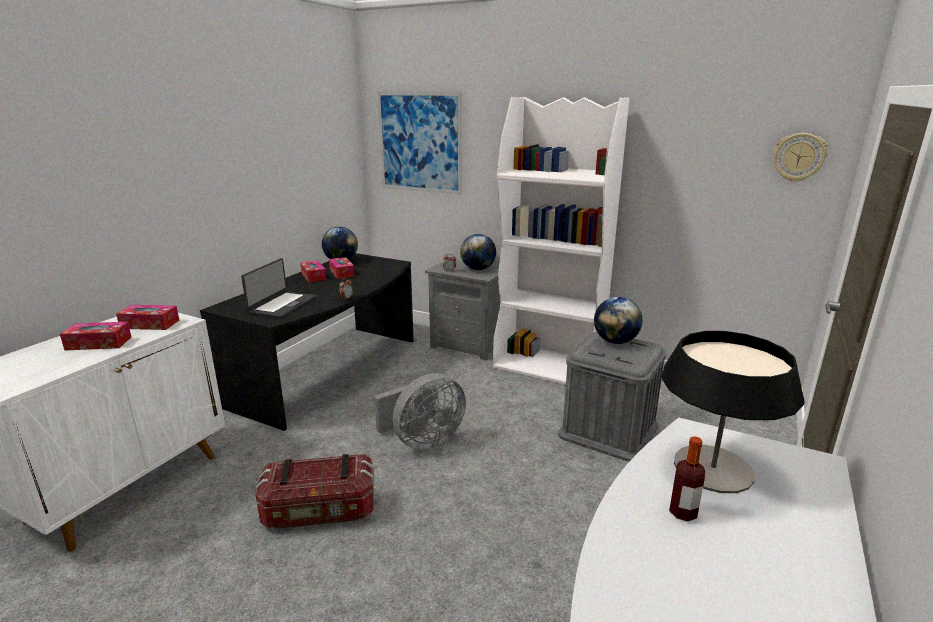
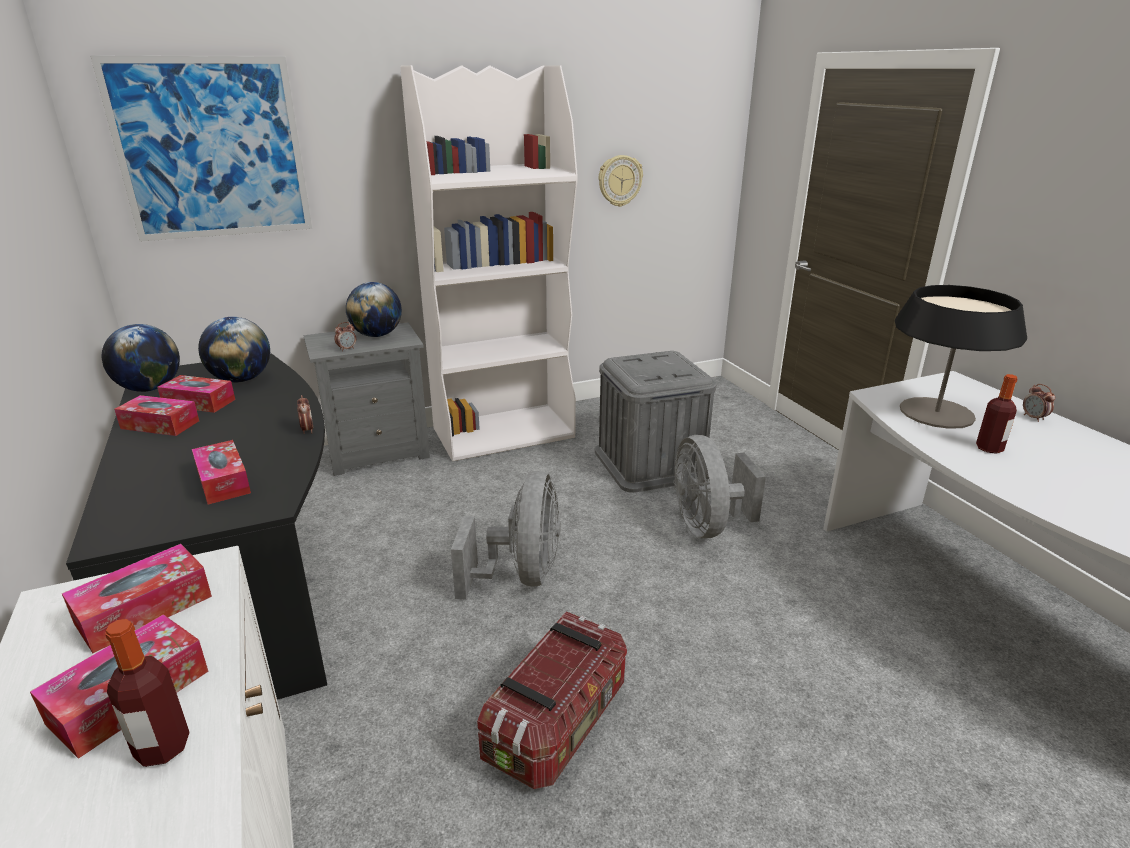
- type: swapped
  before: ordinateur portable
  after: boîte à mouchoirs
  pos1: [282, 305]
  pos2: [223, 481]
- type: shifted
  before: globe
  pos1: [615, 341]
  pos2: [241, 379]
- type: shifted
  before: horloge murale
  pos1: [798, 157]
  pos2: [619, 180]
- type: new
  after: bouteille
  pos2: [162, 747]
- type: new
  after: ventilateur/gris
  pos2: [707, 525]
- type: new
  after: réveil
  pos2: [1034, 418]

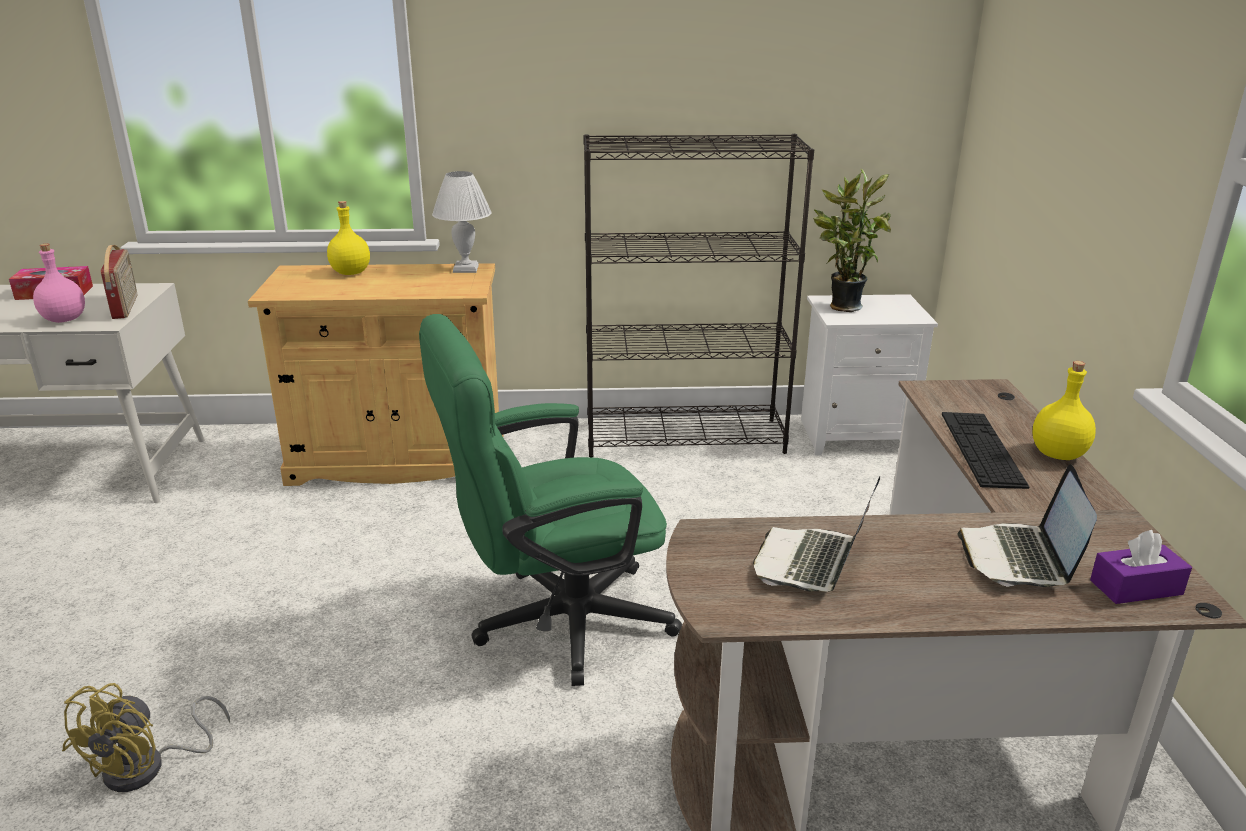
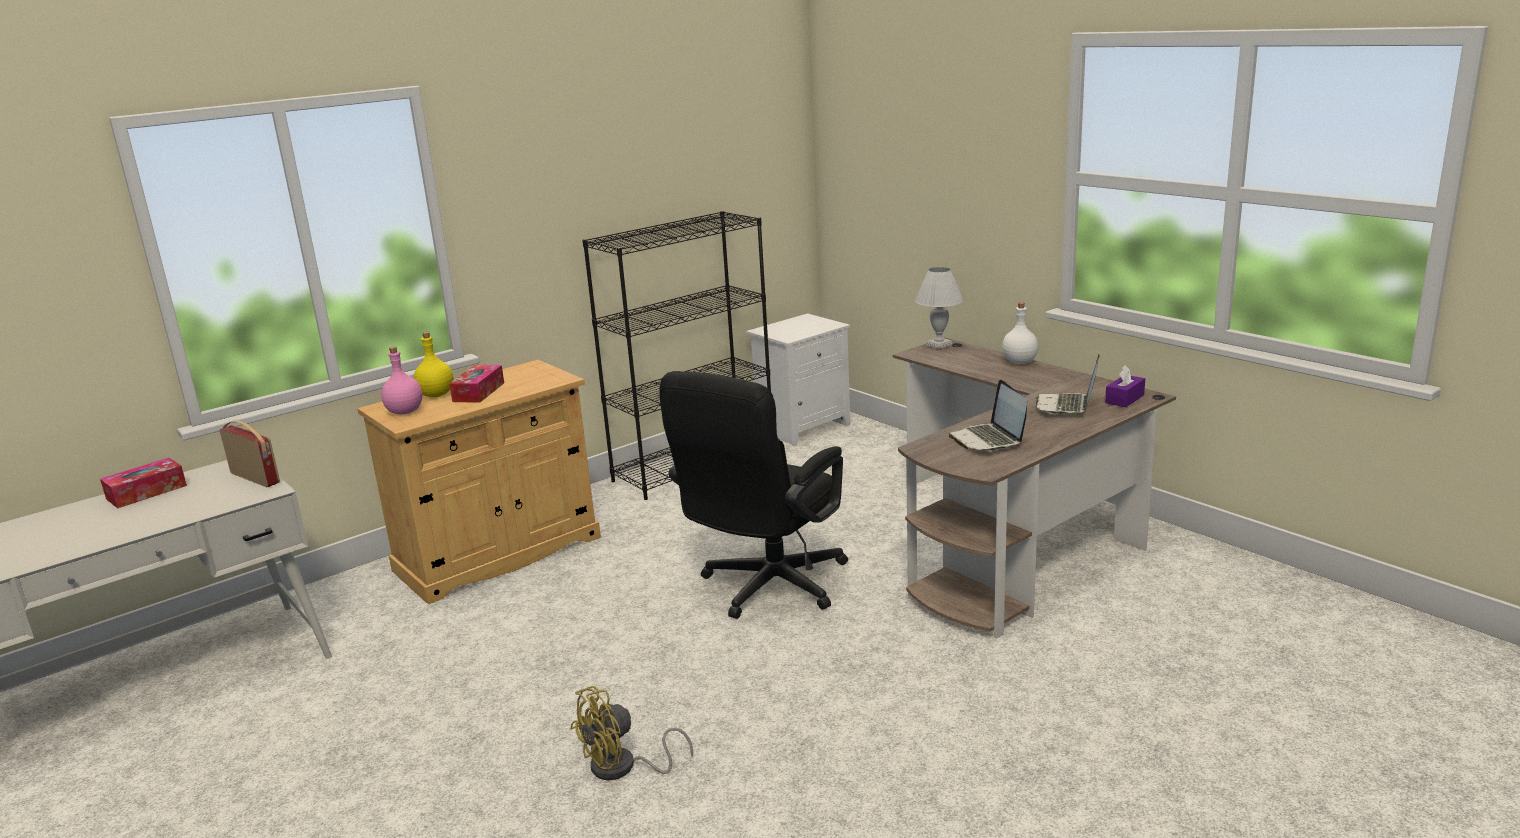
- type: shifted
  before: bouteille/rose
  pos1: [64, 319]
  pos2: [404, 412]
- type: rotated
  before: ventilateur/jaune
  pos1: [148, 768]
  pos2: [623, 768]
  turn: 75
- type: repainted
  before: chaise de bureau/vert
  after: chaise de bureau/noir
  pos1: [555, 624]
  pos2: [766, 589]
- type: shifted
  before: lampe de table/blanc
  pos1: [466, 269]
  pos2: [939, 344]
- type: gone
  before: plante en pot
  pos1: [841, 306]
- type: gone
  before: clavier
  pos1: [982, 449]
- type: rotated
  before: ordinateur portable
  pos1: [1019, 558]
  pos2: [1067, 406]
  turn: 45
- type: repainted
  before: bouteille/jaune
  after: bouteille/blanc
  pos1: [1058, 454]
  pos2: [1019, 362]
- type: new
  after: boîte à mouchoirs
  pos2: [478, 392]

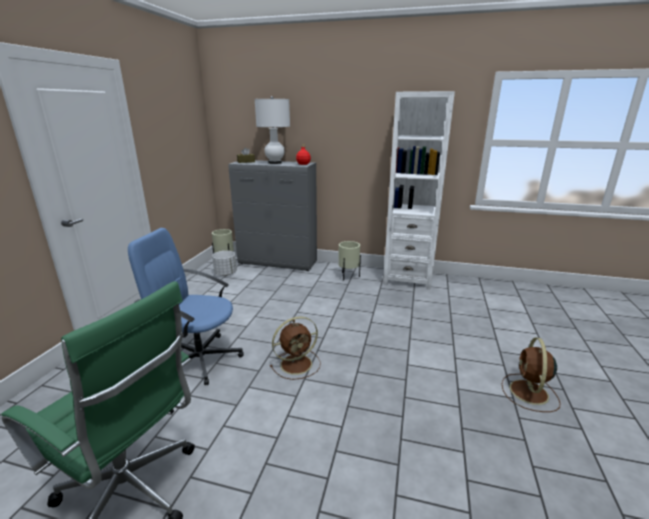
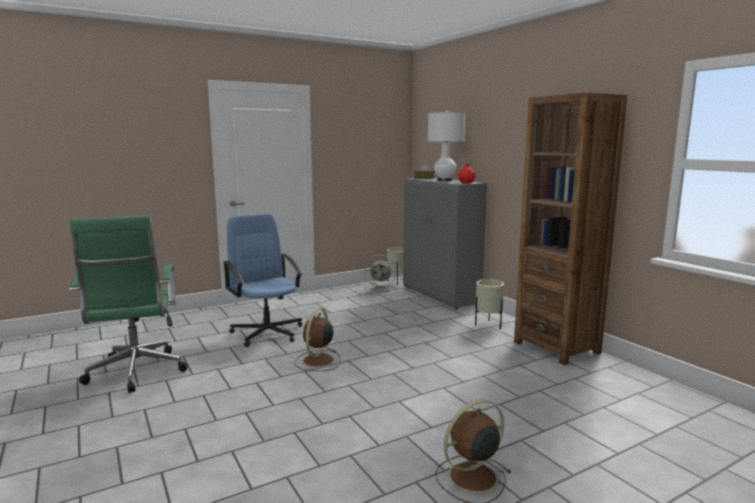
- type: swapped
  before: cache-pot/blanc
  after: ventilateur/gris
  pos1: [225, 273]
  pos2: [381, 290]
- type: rotated
  before: ventilateur/marron
  pos1: [297, 363]
  pos2: [317, 361]
  turn: 90
- type: repainted
  before: bibliothèque/blanc
  after: bibliothèque/marron
  pos1: [407, 278]
  pos2: [556, 347]

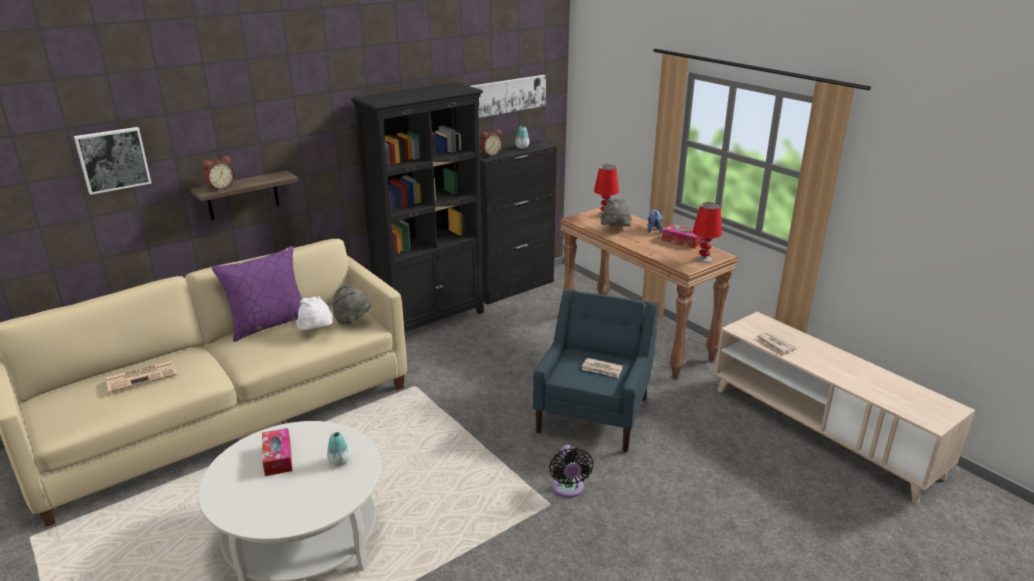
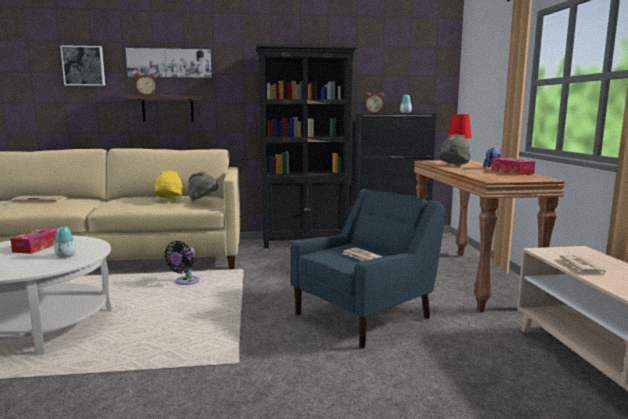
- type: gone
  before: coussin/violet
  pos1: [269, 324]
- type: repainted
  before: chapeau/blanc
  after: chapeau/jaune
  pos1: [317, 332]
  pos2: [169, 200]
- type: shifted
  before: tableau
  pos1: [507, 96]
  pos2: [169, 63]
- type: shifted
  before: ventilateur/noir
  pos1: [568, 489]
  pos2: [185, 282]
- type: gone
  before: lampe de table/rouge
  pos1: [704, 259]

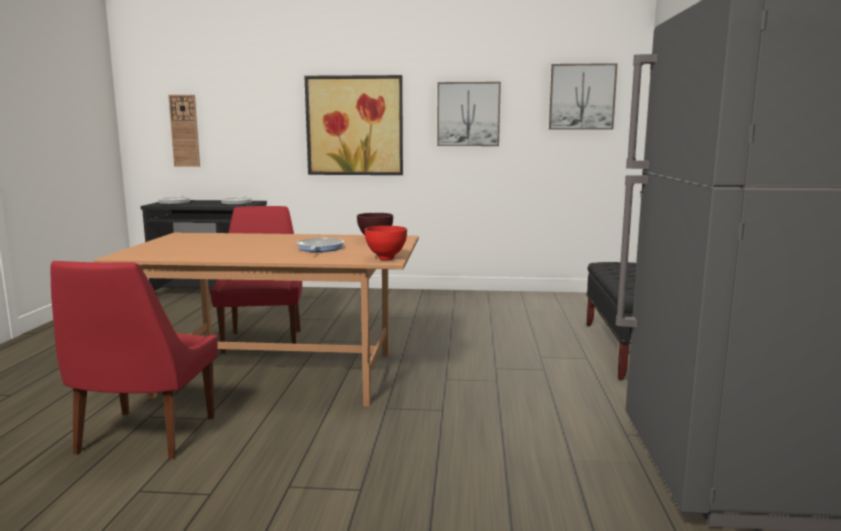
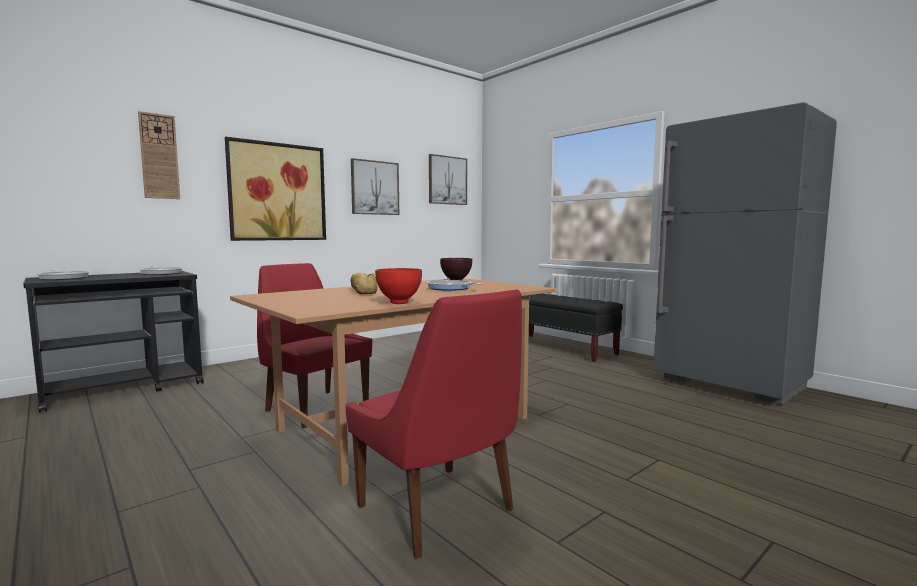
- type: shifted
  before: horloge murale
  pos1: [184, 131]
  pos2: [159, 156]
- type: shifted
  before: bol/rouge
  pos1: [387, 259]
  pos2: [399, 303]
- type: new
  after: pain
  pos2: [364, 291]

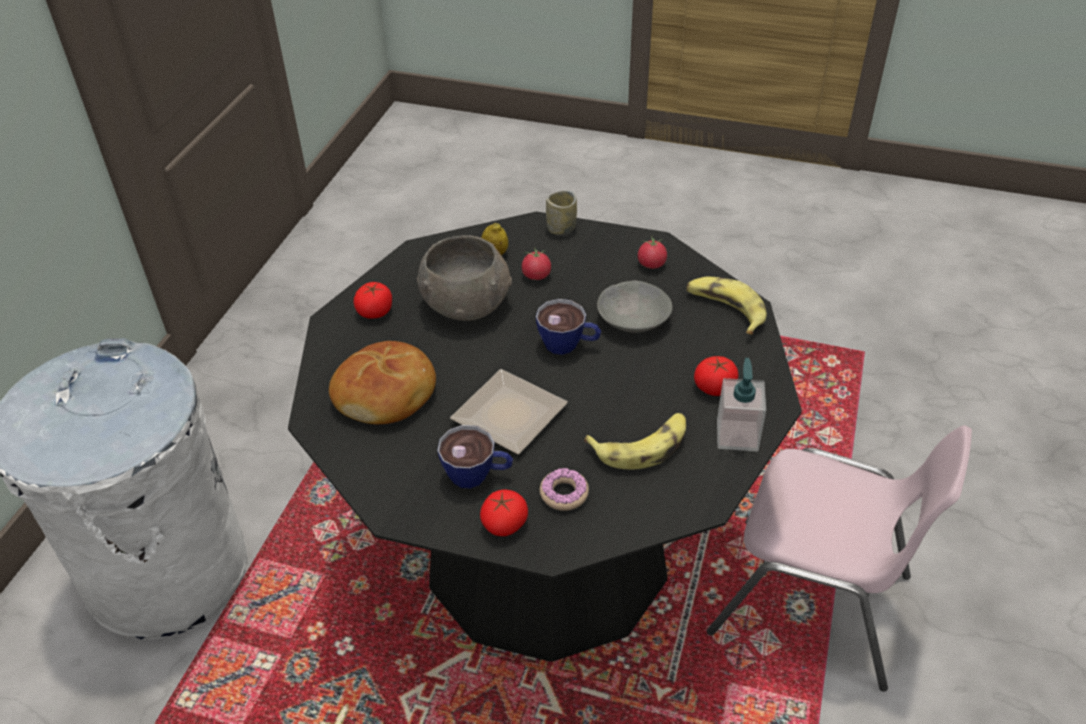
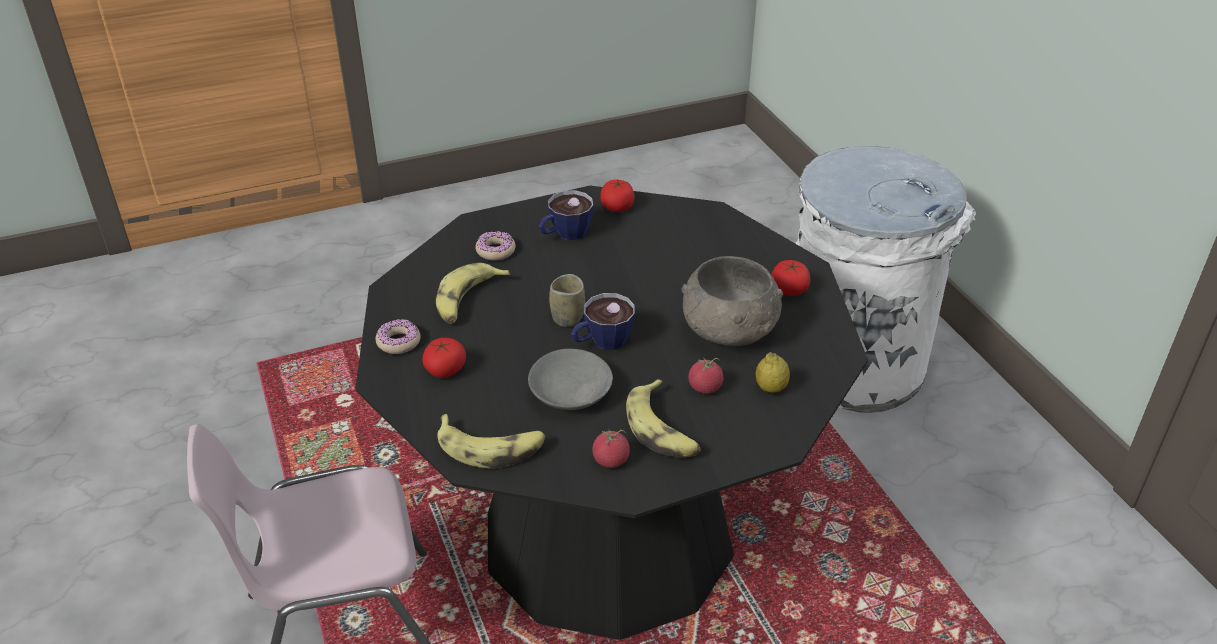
- type: gone
  before: pain
  pos1: [387, 394]
- type: gone
  before: assiette
  pos1: [510, 418]
- type: shifted
  before: tomate
  pos1: [504, 523]
  pos2: [617, 207]
- type: shifted
  before: tasse
  pos1: [561, 228]
  pos2: [567, 318]
- type: swapped
  before: distributeur de savon
  after: beignet
  pos1: [737, 435]
  pos2: [398, 342]
- type: new
  after: banane
  pos2: [662, 429]

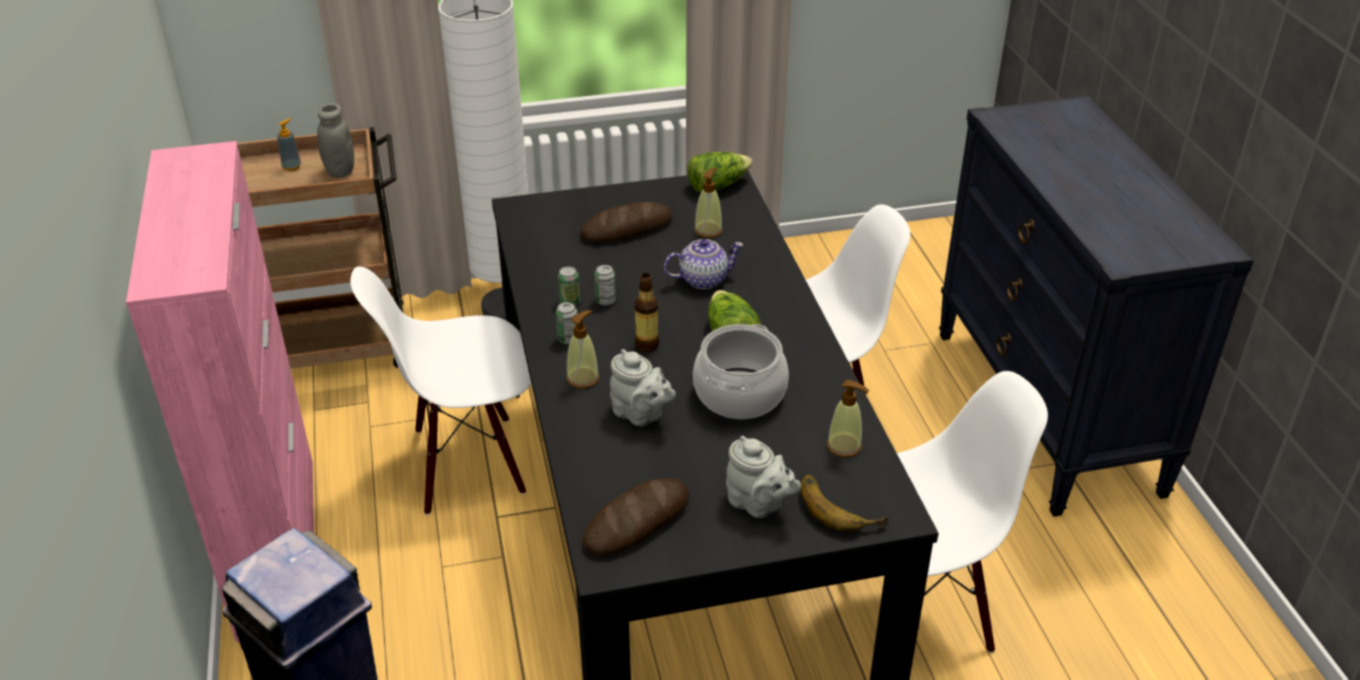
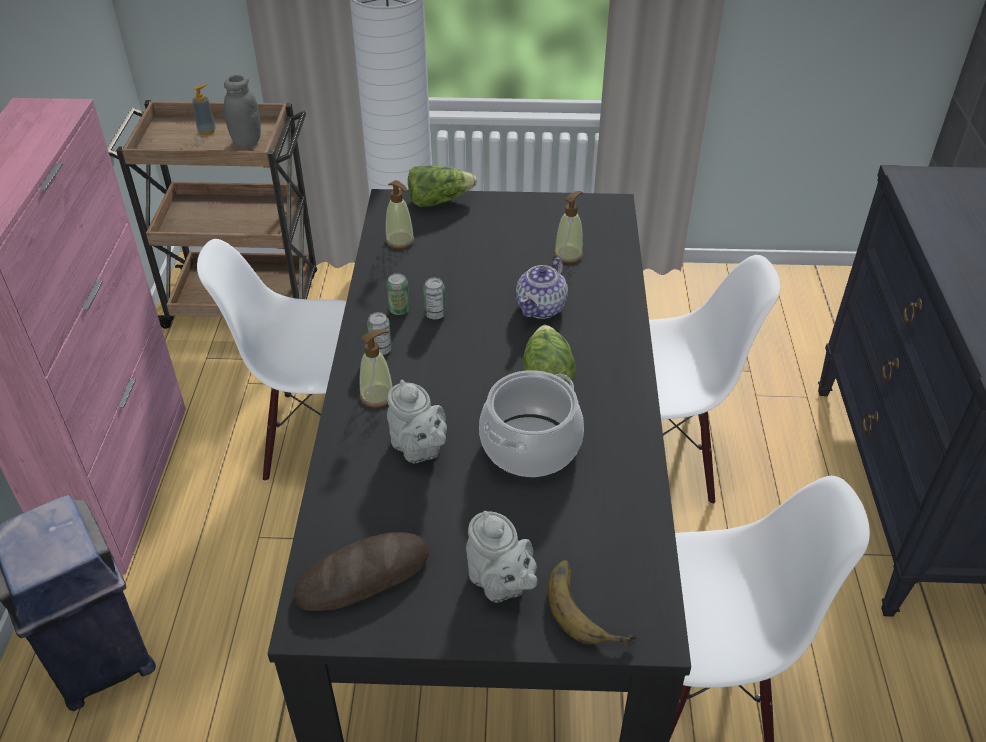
- type: gone
  before: pain
  pos1: [626, 228]
- type: gone
  before: bouteille
  pos1: [647, 345]
- type: rotated
  before: théière
  pos1: [702, 279]
  pos2: [542, 307]
  turn: 120
- type: shifted
  before: laitue
  pos1: [717, 186]
  pos2: [439, 200]
- type: shifted
  before: distributeur de savon
  pos1: [844, 446]
  pos2: [400, 241]

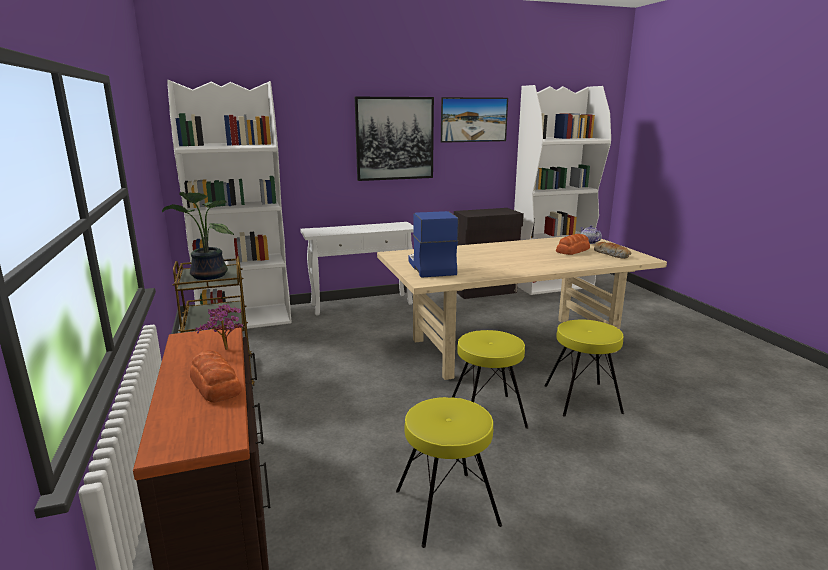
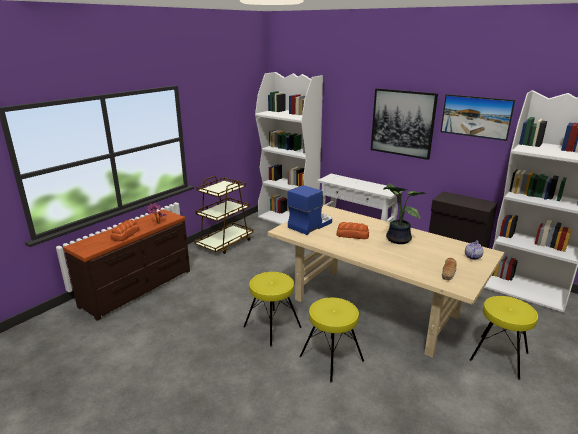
- type: shifted
  before: plante en pot
  pos1: [207, 276]
  pos2: [396, 239]
- type: shifted
  before: tabouret/jaune
  pos1: [447, 507]
  pos2: [499, 357]
- type: shifted
  before: pain
  pos1: [573, 250]
  pos2: [352, 235]

